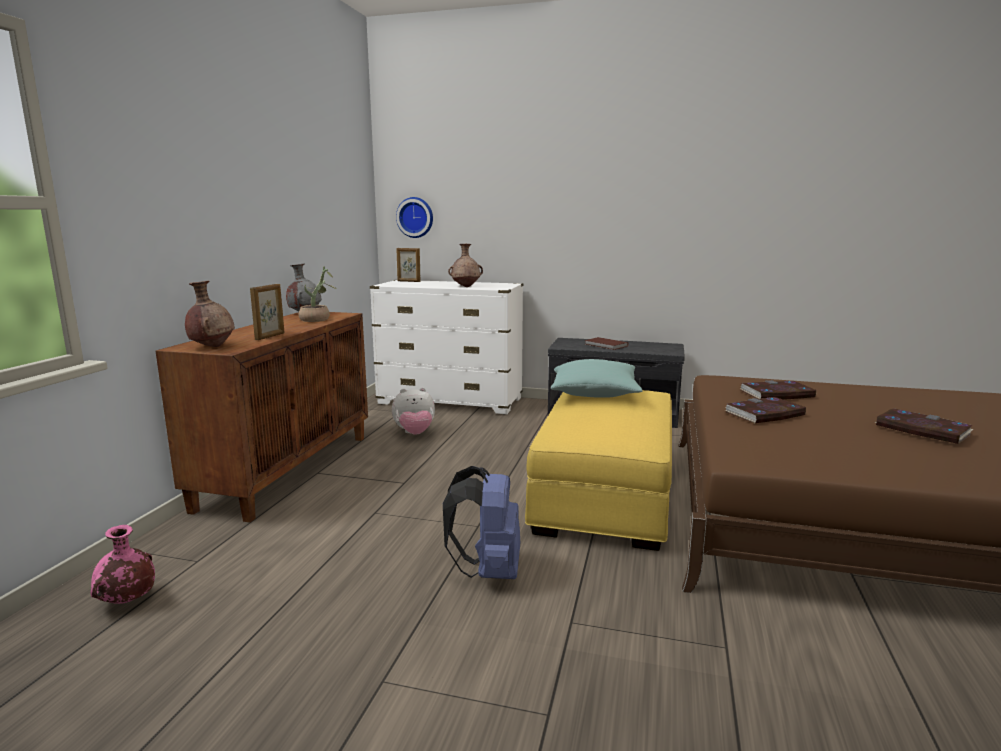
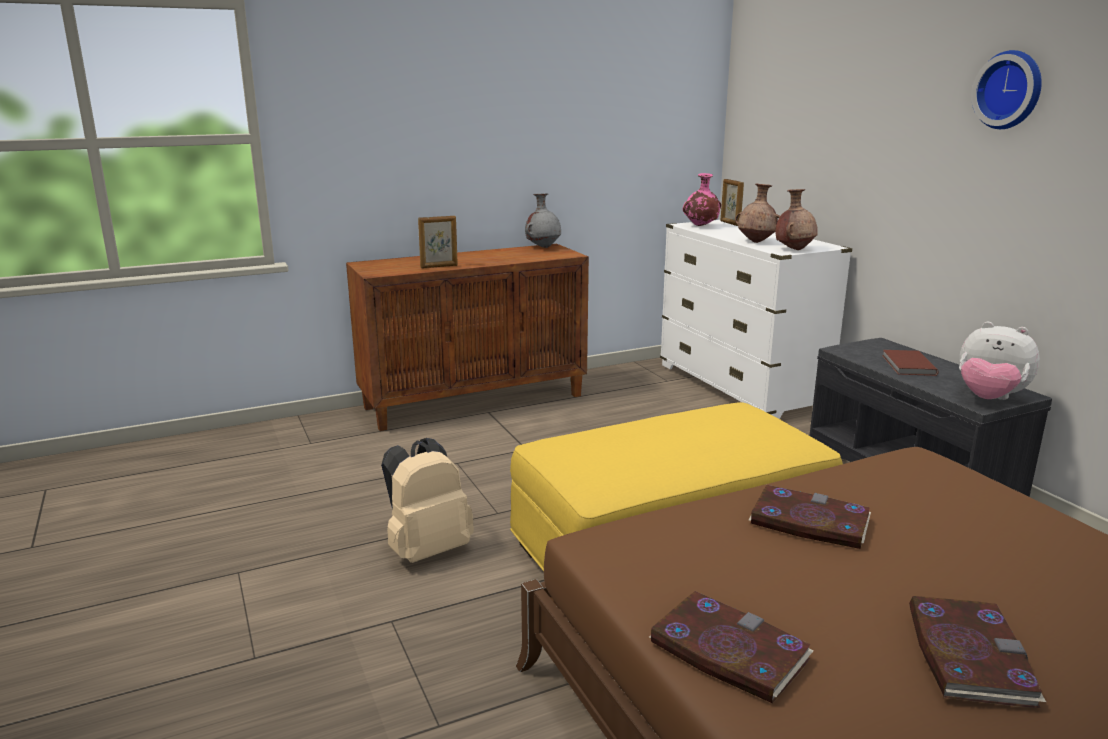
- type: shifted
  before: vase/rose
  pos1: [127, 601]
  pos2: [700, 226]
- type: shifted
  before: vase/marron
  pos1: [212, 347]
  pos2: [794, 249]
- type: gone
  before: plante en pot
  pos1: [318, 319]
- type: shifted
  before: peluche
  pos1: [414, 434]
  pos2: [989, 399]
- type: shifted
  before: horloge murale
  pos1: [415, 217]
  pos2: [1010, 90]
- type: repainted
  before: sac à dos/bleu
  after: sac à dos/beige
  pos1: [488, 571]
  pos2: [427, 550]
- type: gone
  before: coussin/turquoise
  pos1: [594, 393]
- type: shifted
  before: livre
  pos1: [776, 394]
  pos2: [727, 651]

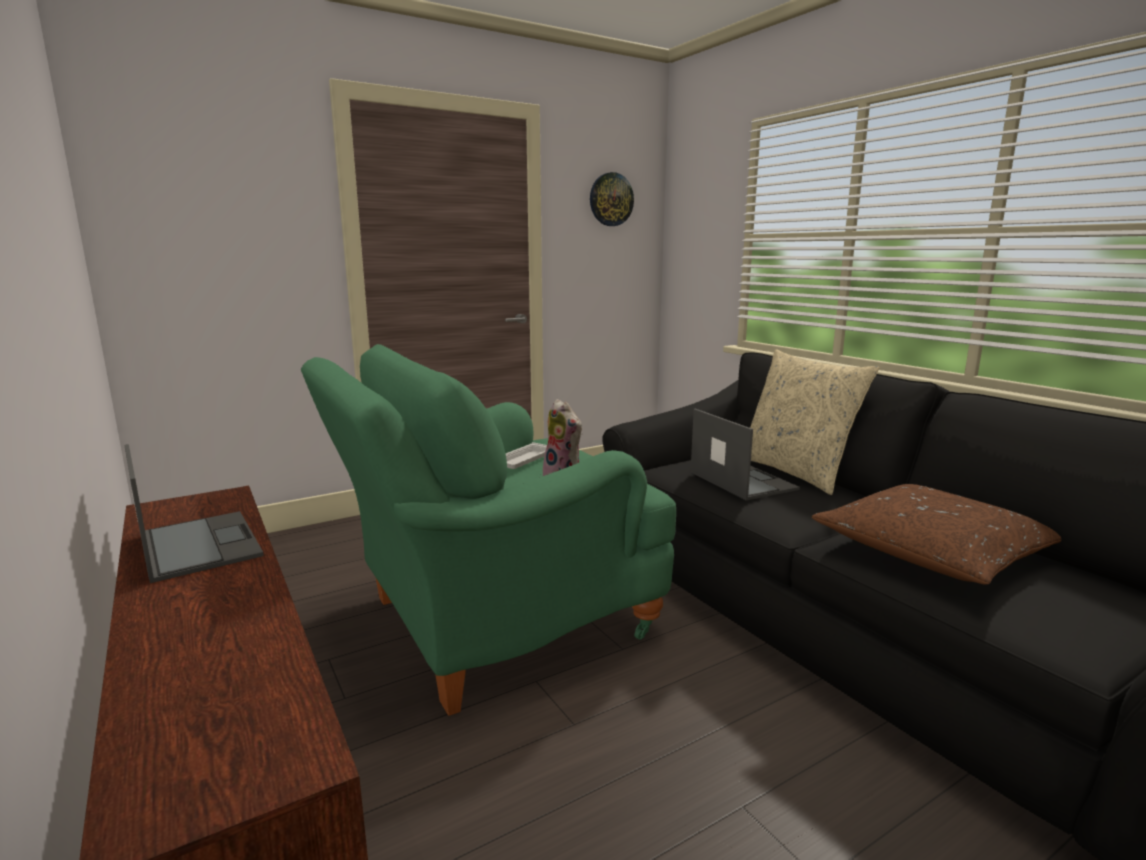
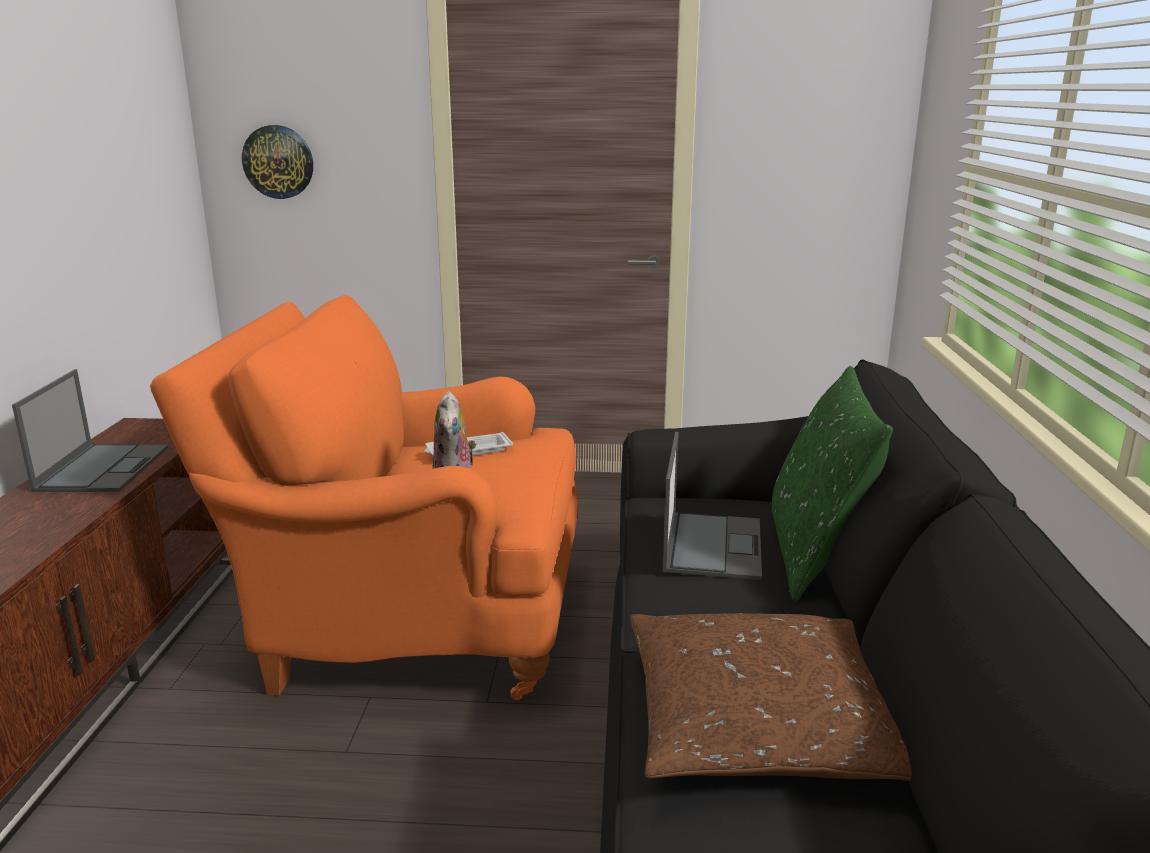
- type: repainted
  before: fauteuil/vert
  after: fauteuil/orange
  pos1: [492, 622]
  pos2: [410, 623]
- type: shifted
  before: horloge murale
  pos1: [611, 199]
  pos2: [278, 162]
- type: repainted
  before: coussin/beige
  after: coussin/vert
  pos1: [795, 472]
  pos2: [816, 555]

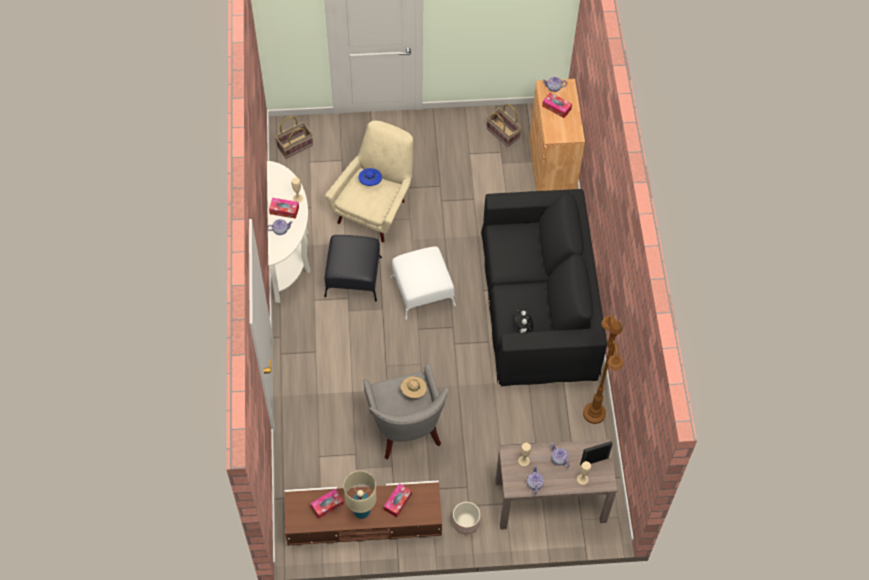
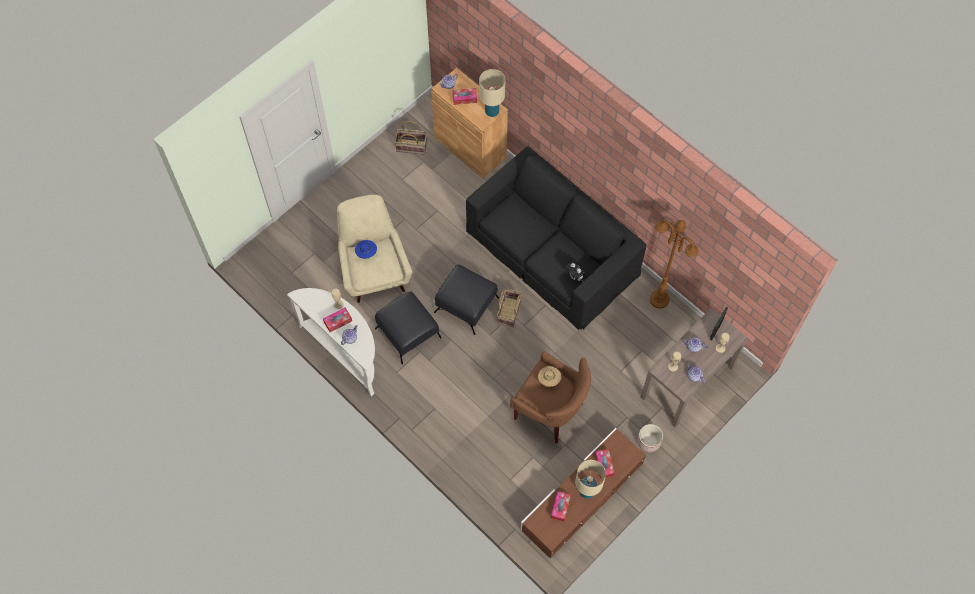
- type: shifted
  before: panier
  pos1: [295, 146]
  pos2: [508, 311]
- type: repainted
  before: fauteuil/gris
  after: fauteuil/marron
  pos1: [405, 430]
  pos2: [550, 412]
- type: repainted
  before: pouf/blanc
  after: pouf/noir
  pos1: [422, 290]
  pos2: [466, 304]
- type: new
  after: lampe de table/beige
  pos2: [491, 112]

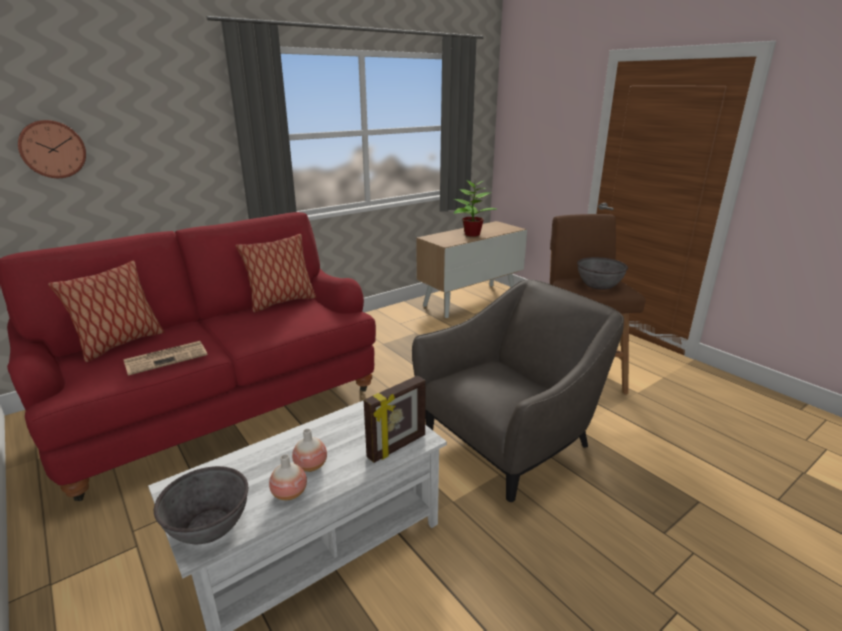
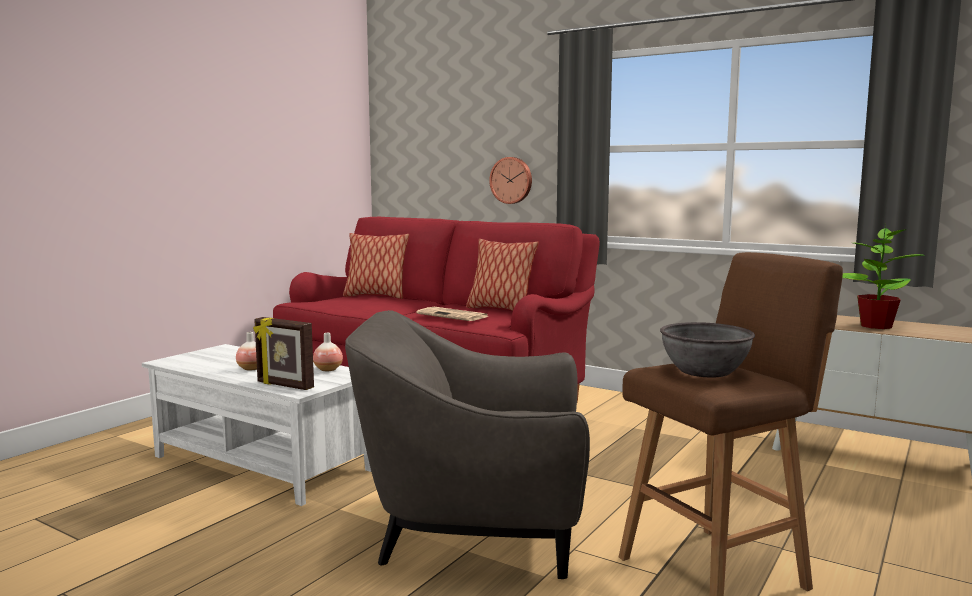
- type: shifted
  before: horloge murale
  pos1: [52, 149]
  pos2: [511, 180]
- type: shifted
  before: journal
  pos1: [167, 358]
  pos2: [453, 315]
- type: gone
  before: bol/gris
  pos1: [208, 525]
- type: shifted
  before: vase
  pos1: [289, 493]
  pos2: [328, 369]
- type: rotated
  before: fauteuil/gris
  pos1: [509, 440]
  pos2: [475, 528]
  turn: 150

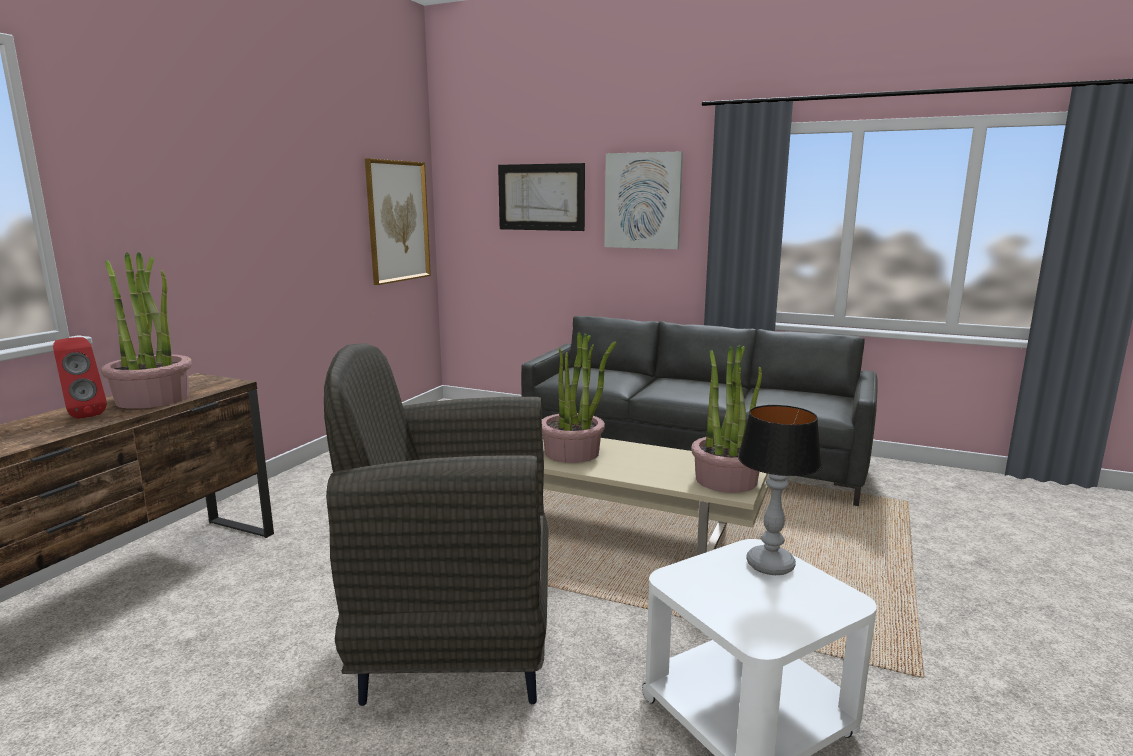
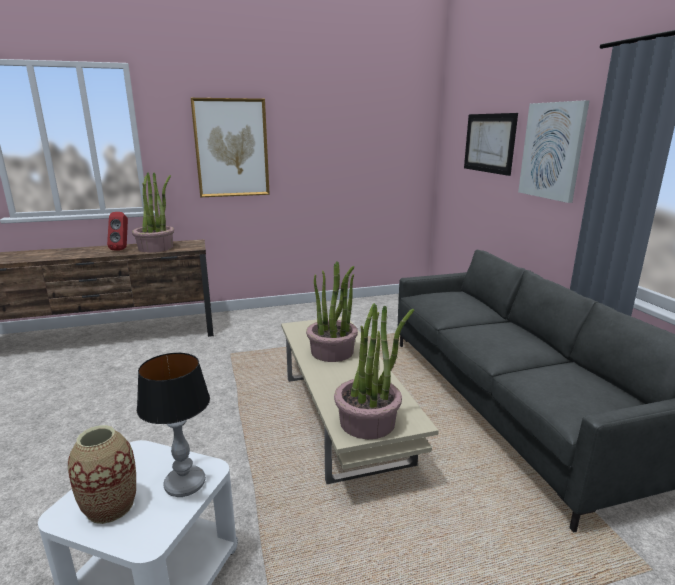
- type: gone
  before: fauteuil/gris
  pos1: [455, 641]
- type: shifted
  before: tableau
  pos1: [397, 221]
  pos2: [231, 148]
- type: new
  after: vase
  pos2: [110, 506]

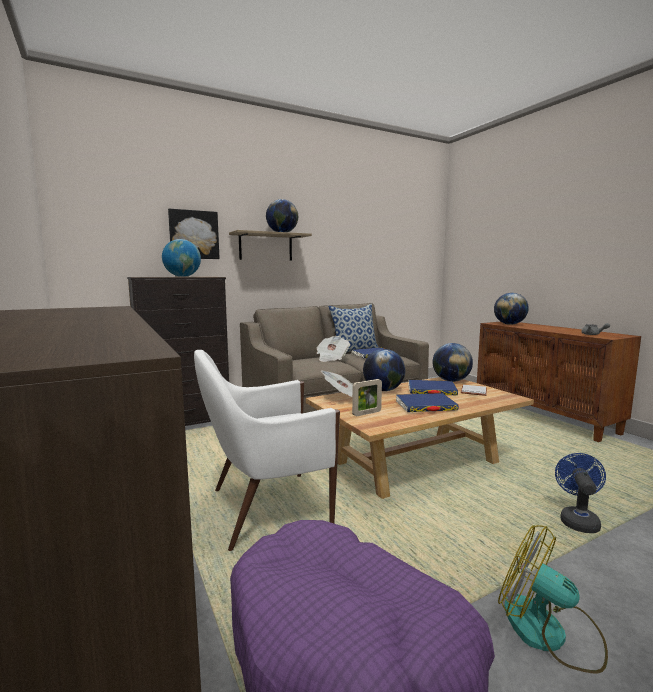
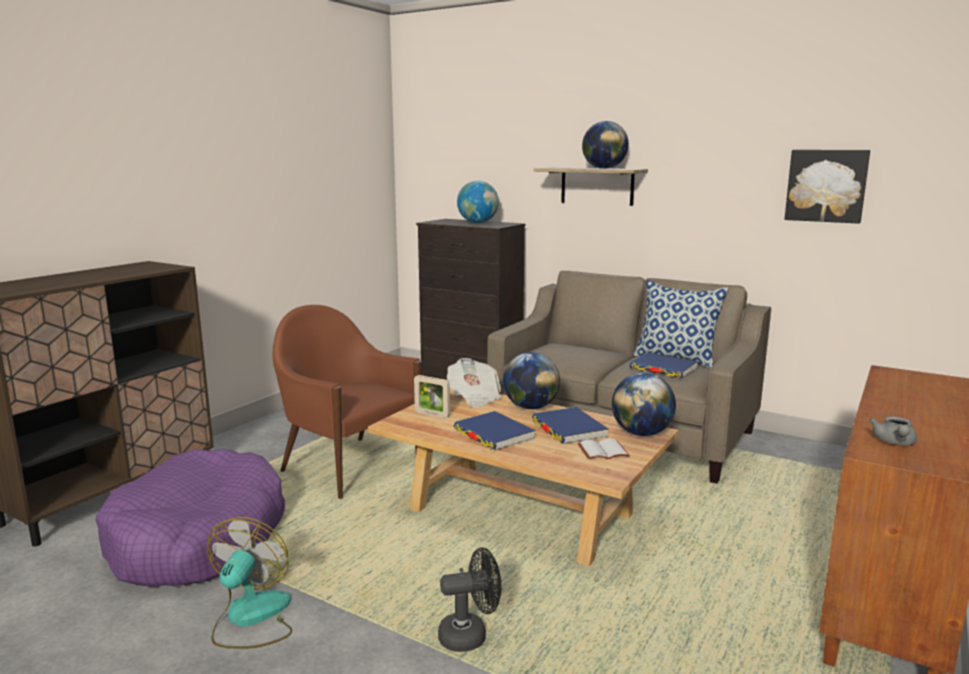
- type: shifted
  before: tableau
  pos1: [194, 235]
  pos2: [826, 185]
- type: repainted
  before: fauteuil/blanc
  after: fauteuil/marron
  pos1: [266, 508]
  pos2: [349, 466]
- type: gone
  before: journal
  pos1: [331, 358]
- type: gone
  before: globe
  pos1: [509, 324]
- type: repainted
  before: ventilateur/bleu
  after: ventilateur/noir
  pos1: [577, 520]
  pos2: [470, 635]

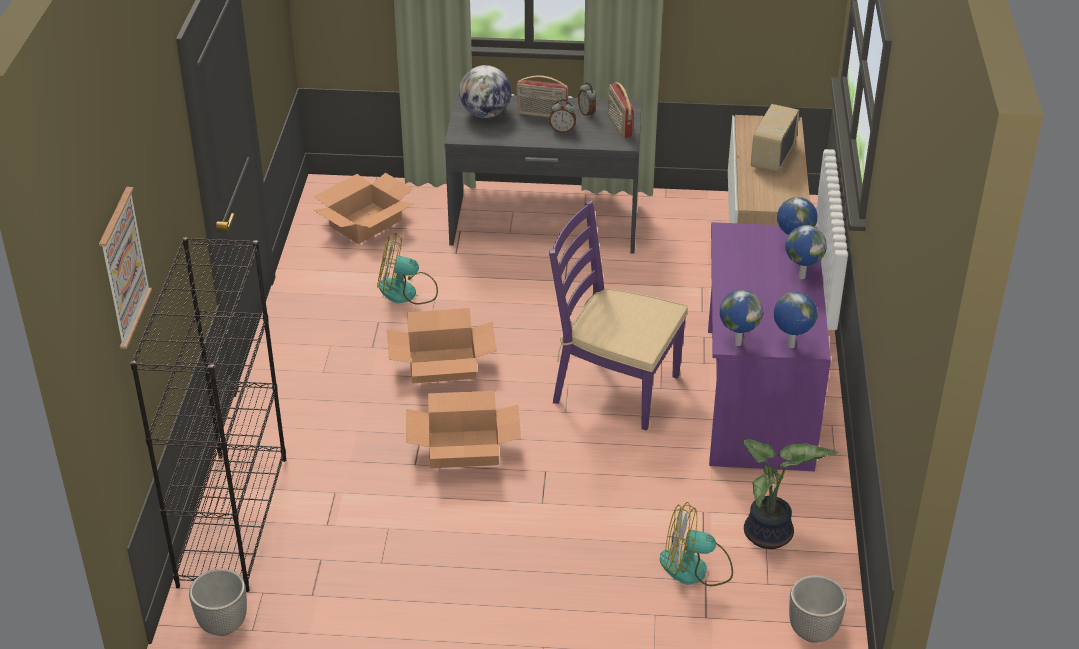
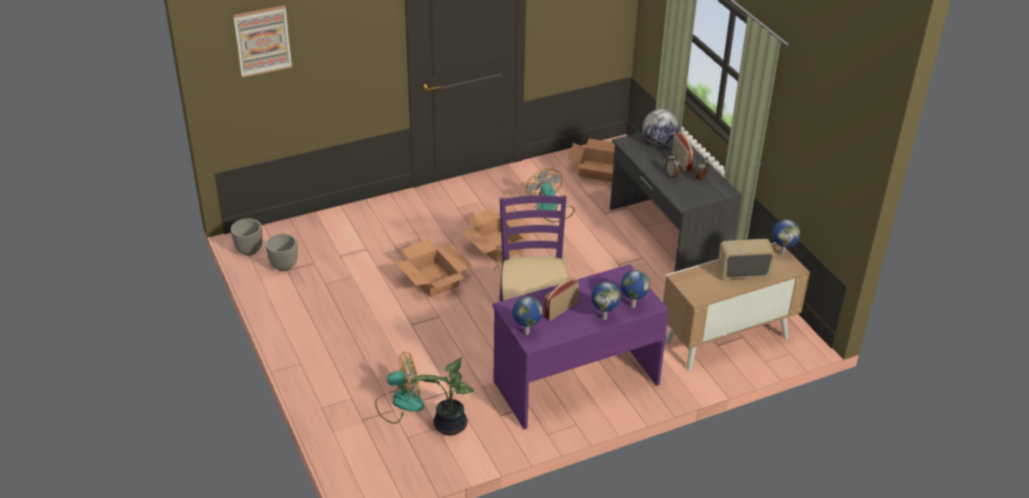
- type: gone
  before: bibliothèque/noir
  pos1: [232, 519]
- type: shifted
  before: radio
  pos1: [619, 125]
  pos2: [560, 310]
- type: rotated
  before: ventilateur
  pos1: [695, 568]
  pos2: [399, 403]
  turn: 105
- type: shifted
  before: globe
  pos1: [737, 343]
  pos2: [782, 254]
- type: shifted
  before: cache-pot
  pos1: [812, 631]
  pos2: [284, 266]

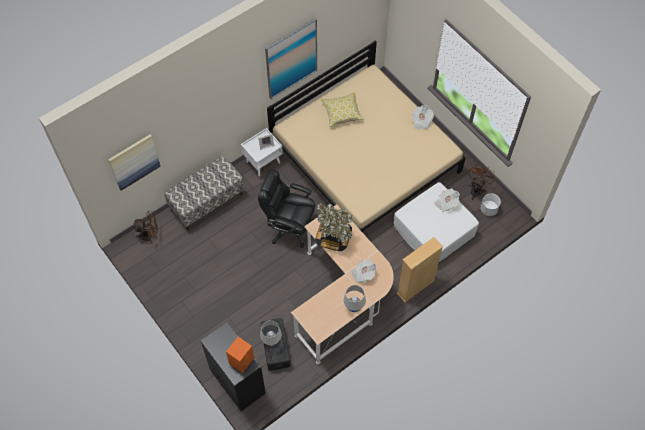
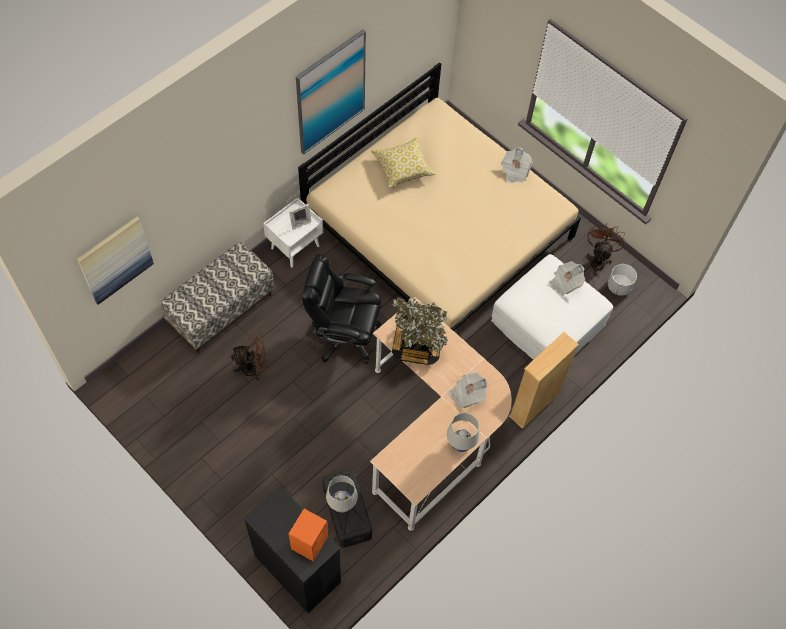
- type: shifted
  before: ventilateur/marron
  pos1: [150, 235]
  pos2: [253, 368]

